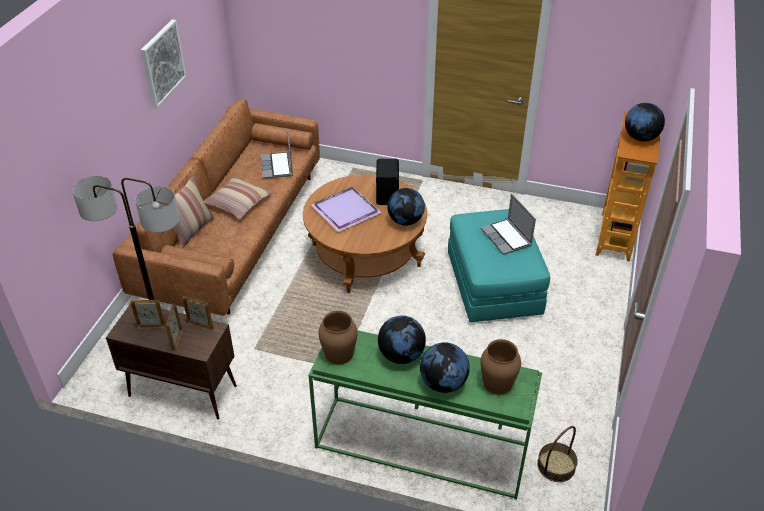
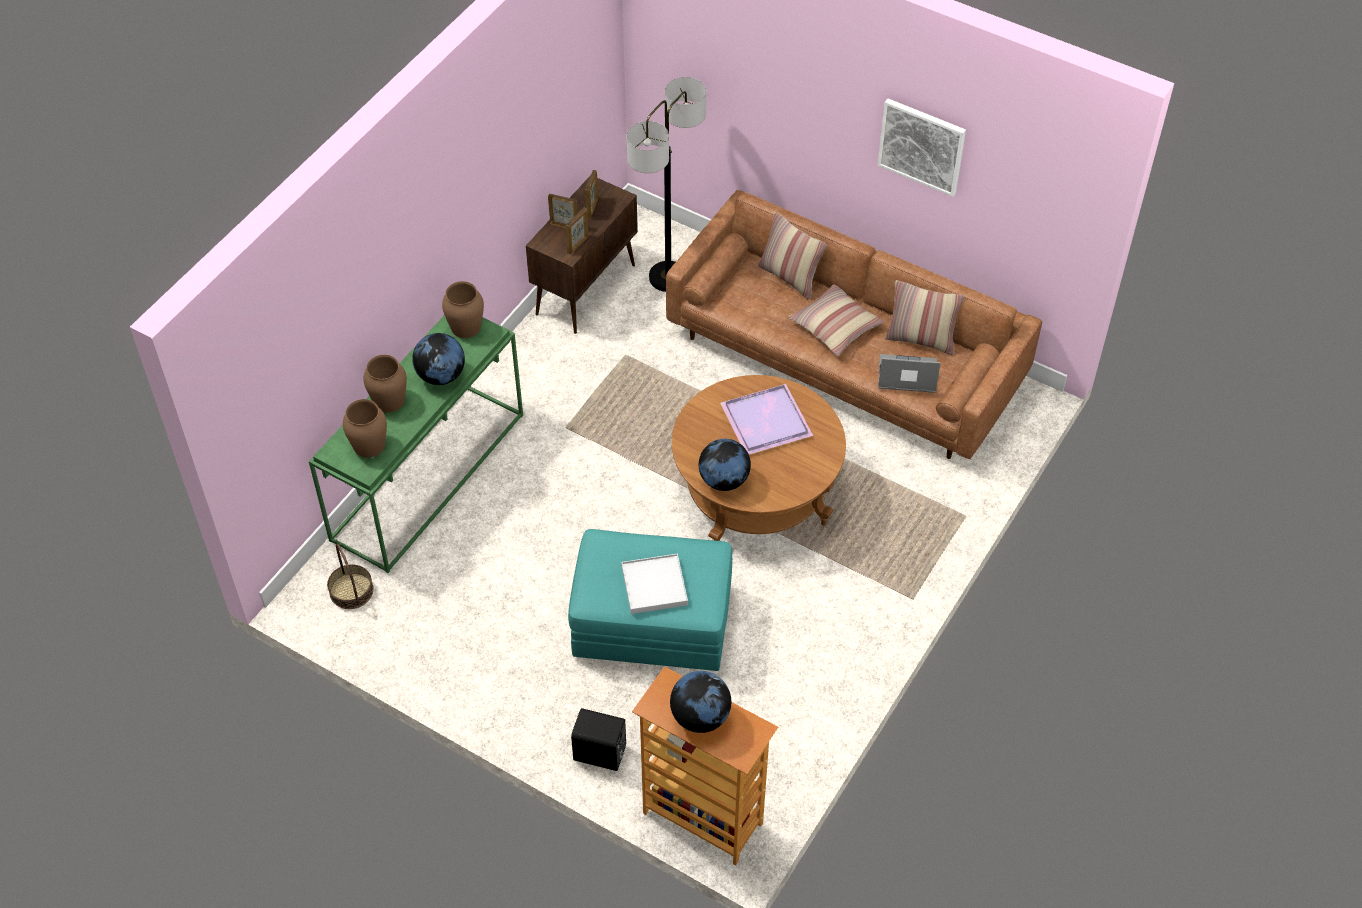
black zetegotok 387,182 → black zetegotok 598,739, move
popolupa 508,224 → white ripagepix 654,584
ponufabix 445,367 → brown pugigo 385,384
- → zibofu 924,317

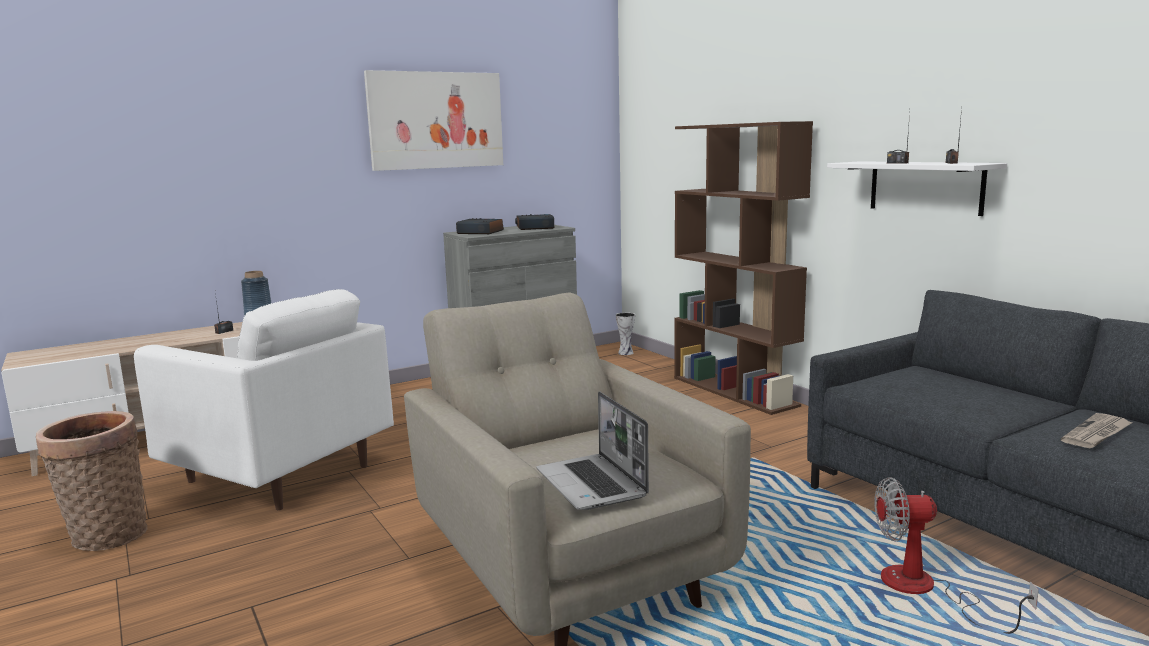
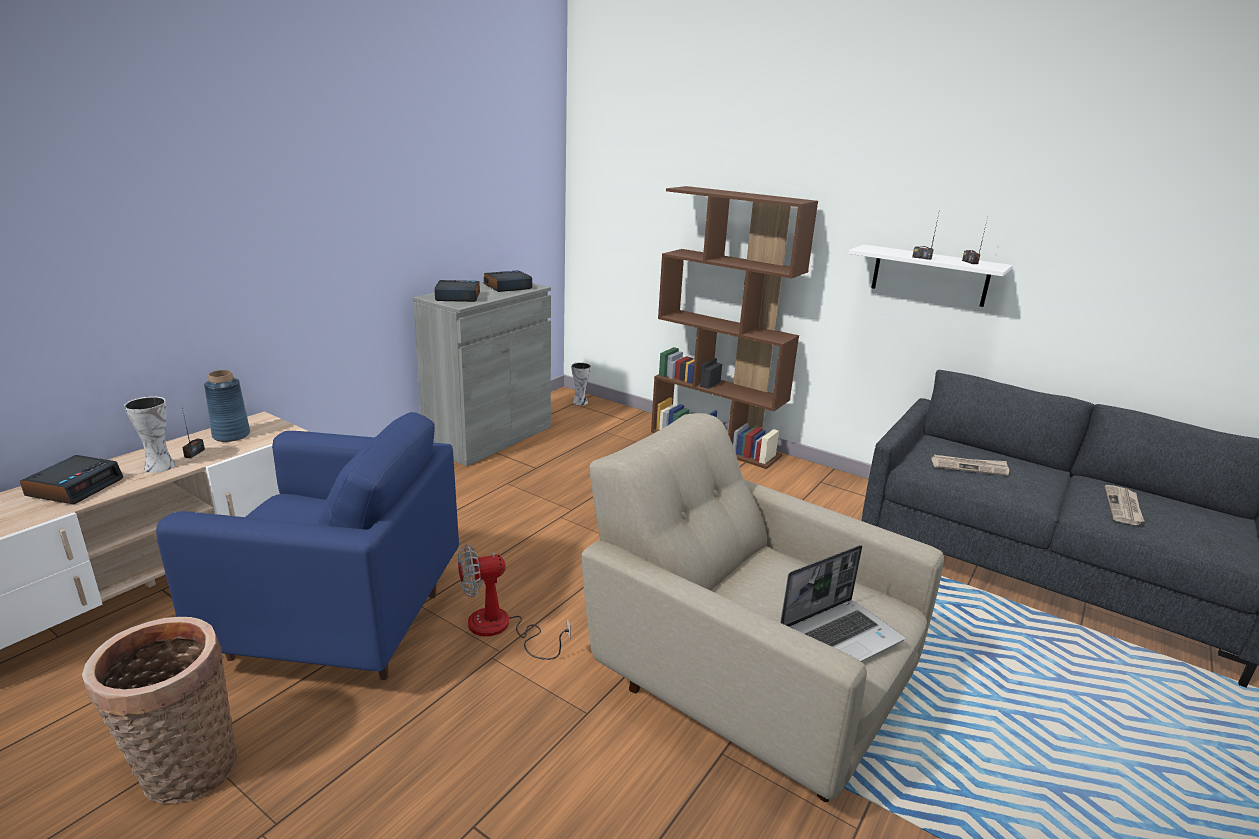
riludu 433,120 → -
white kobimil 264,399 → blue kobimil 307,546
popolupa 593,450 → popolupa 842,603, 75 degrees counterclockwise
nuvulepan 956,555 → nuvulepan 514,602, move
- → pugigo 149,434
- → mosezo 71,480
- → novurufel 970,465

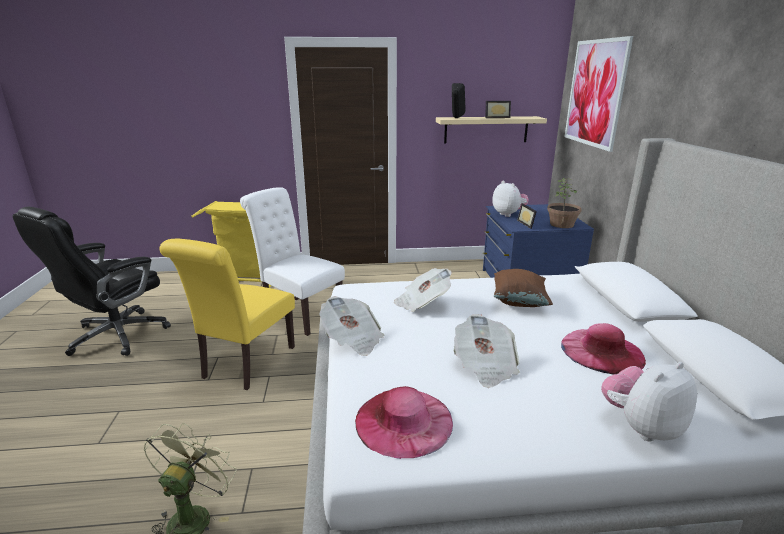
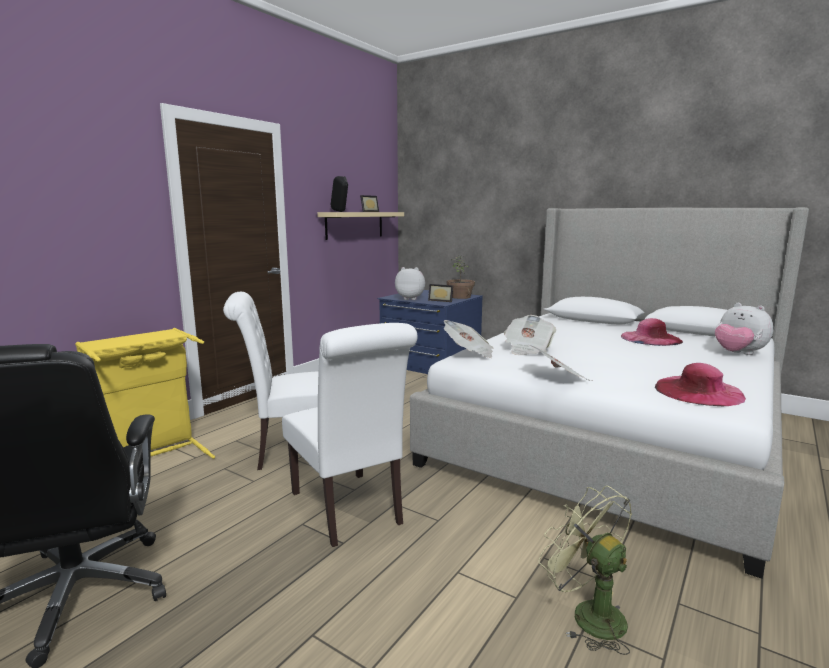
riludu 598,94 → -
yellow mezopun 227,314 → white mezopun 350,435
brown zibofu 523,288 → -
novurufel 486,351 → novurufel 469,339, move
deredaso 649,401 → deredaso 744,329, 45 degrees counterclockwise

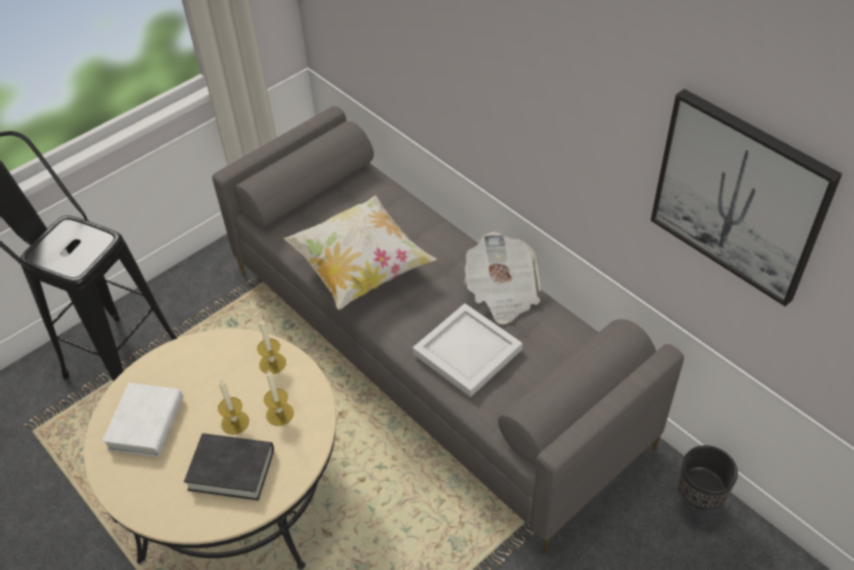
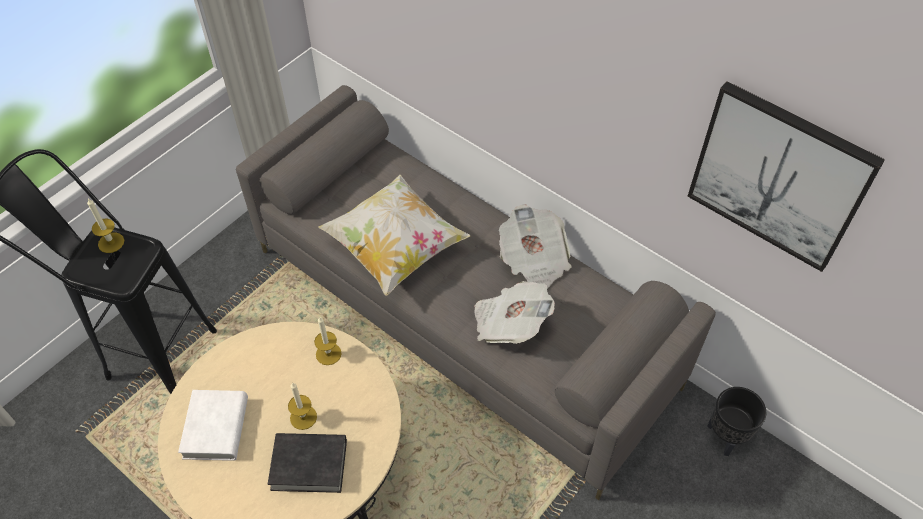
white ripagepix 468,350 → novurufel 514,312
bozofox 279,398 → bozofox 105,226, move

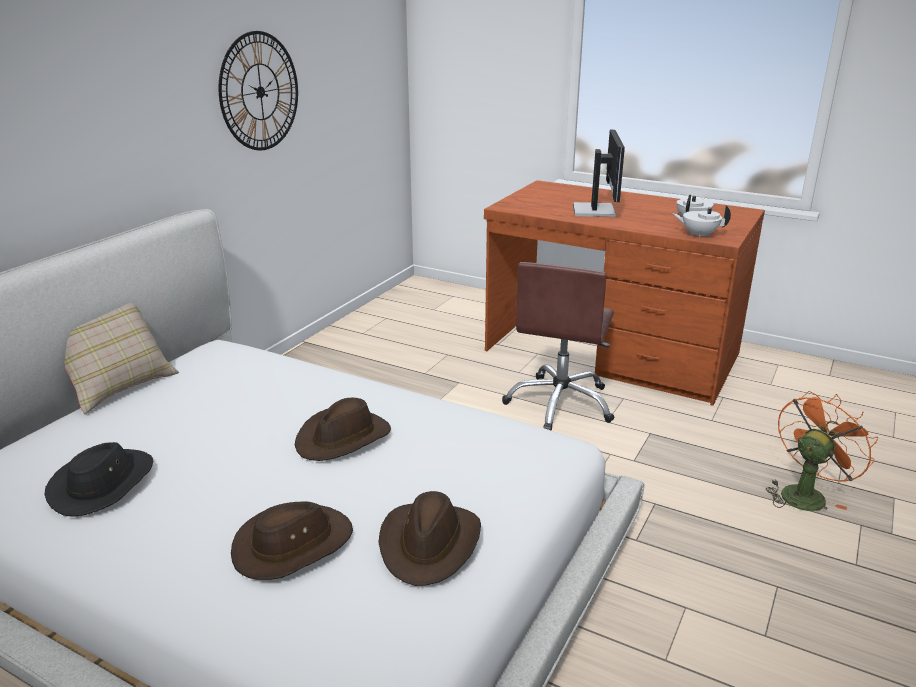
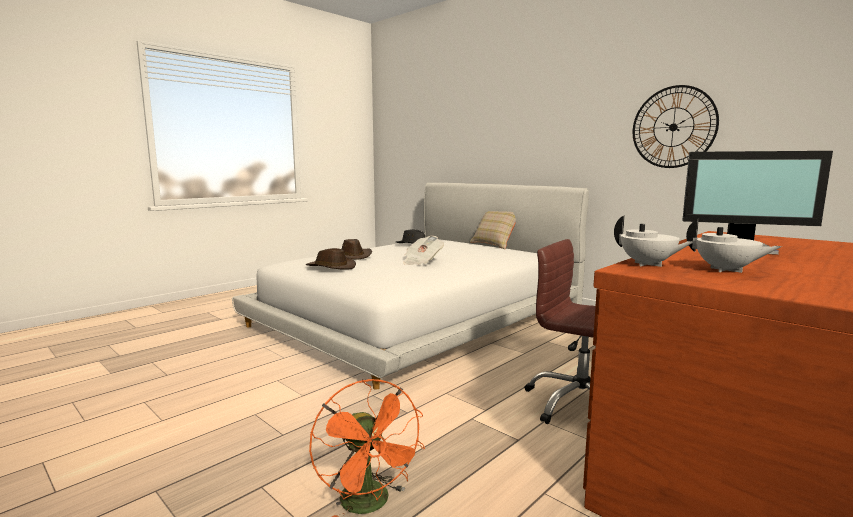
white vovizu 701,221 → white vovizu 653,241, 105 degrees clockwise
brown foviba 343,429 → novurufel 423,250

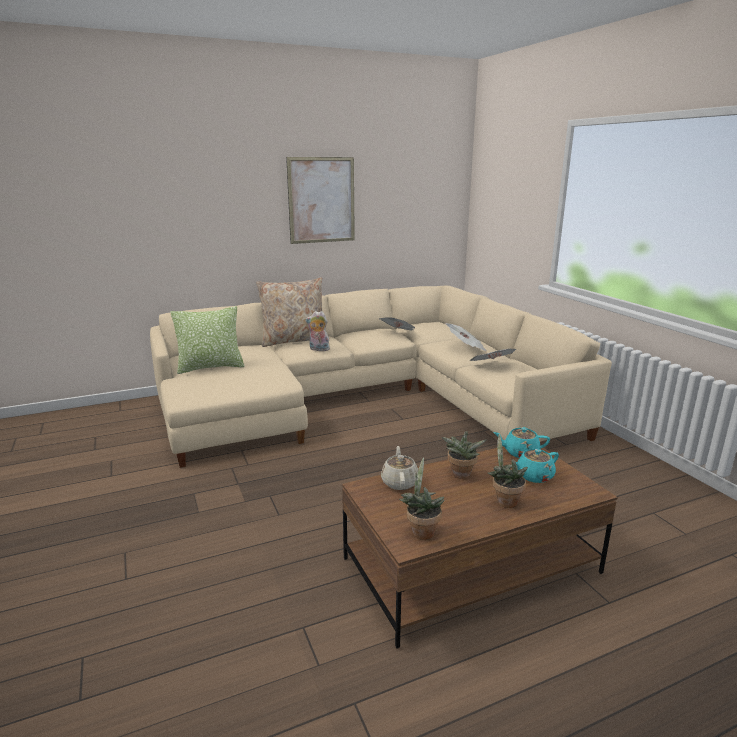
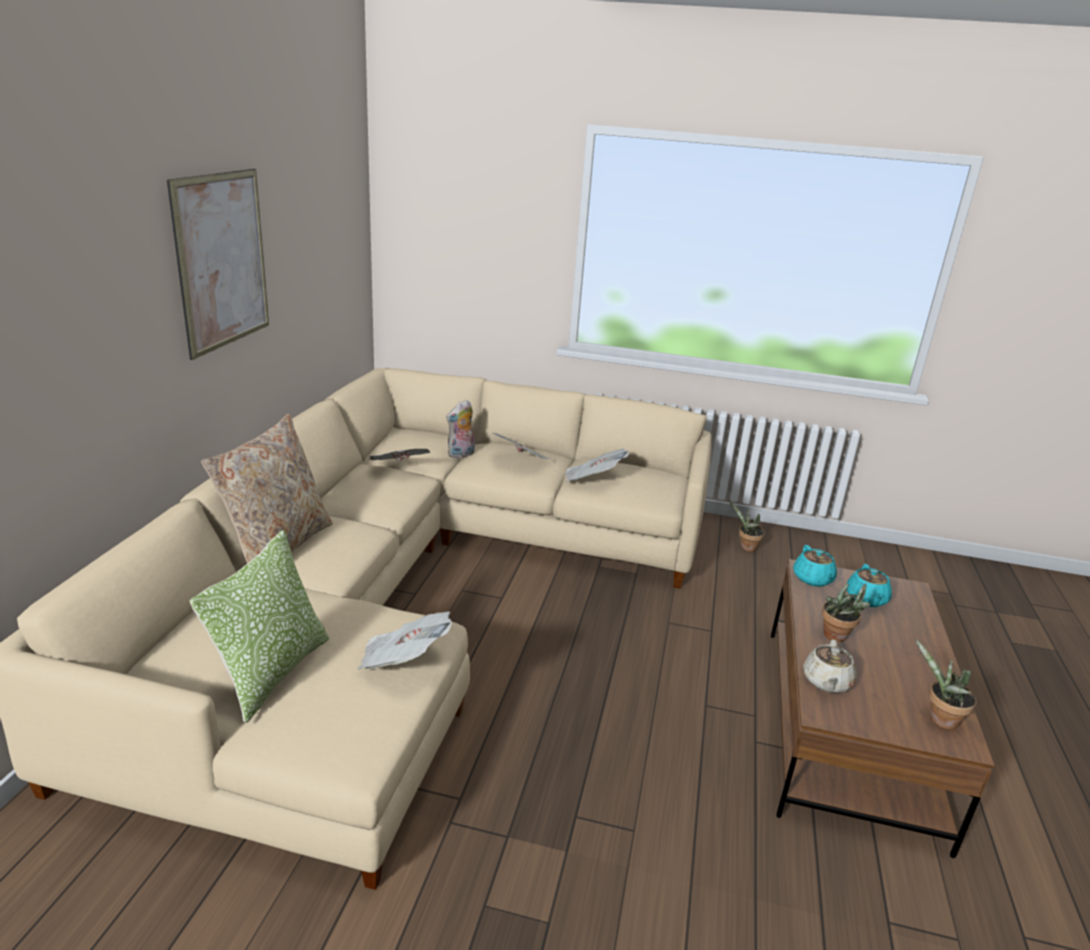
deredaso 317,331 → deredaso 460,428, move
turquoise vovizu 521,442 → turquoise vovizu 815,566, 45 degrees counterclockwise
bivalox 507,471 → bivalox 747,526, move
beige vovizu 399,468 → beige vovizu 830,666, 105 degrees counterclockwise
- → novurufel 404,640

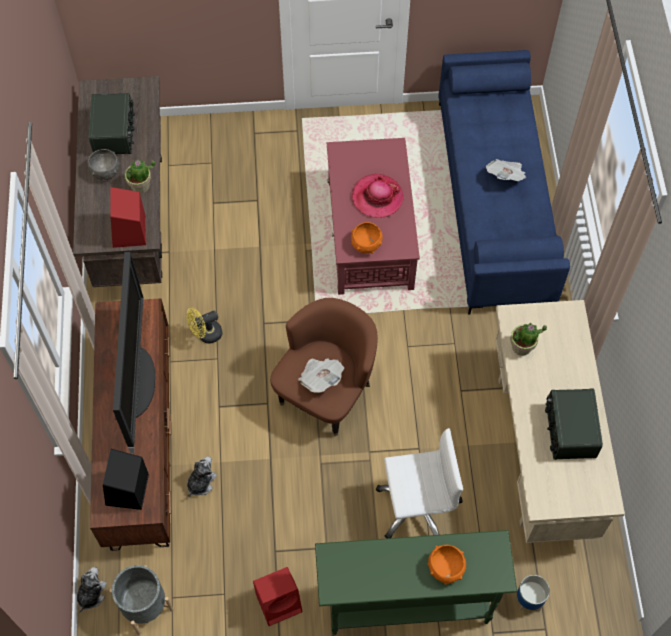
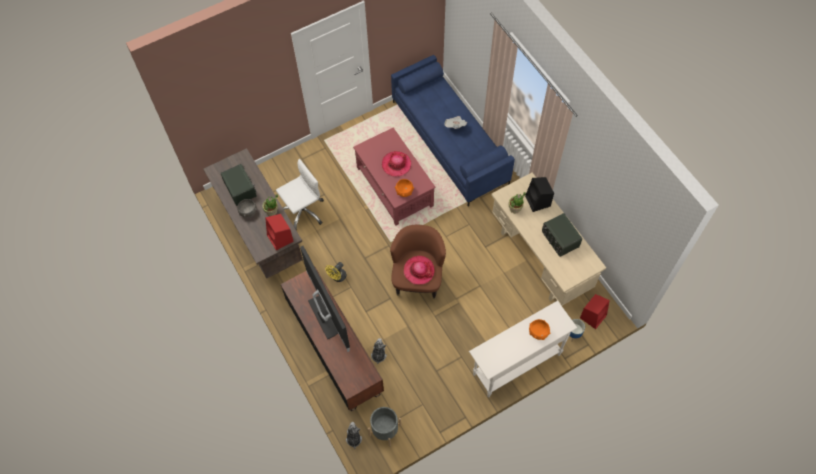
novurufel 321,375 → foviba 419,270
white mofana 419,483 → white mofana 300,195, move
black zetegotok 126,479 → black zetegotok 539,194, move
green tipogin 416,582 → white tipogin 523,349
red zetegotok 278,596 → red zetegotok 595,311, move

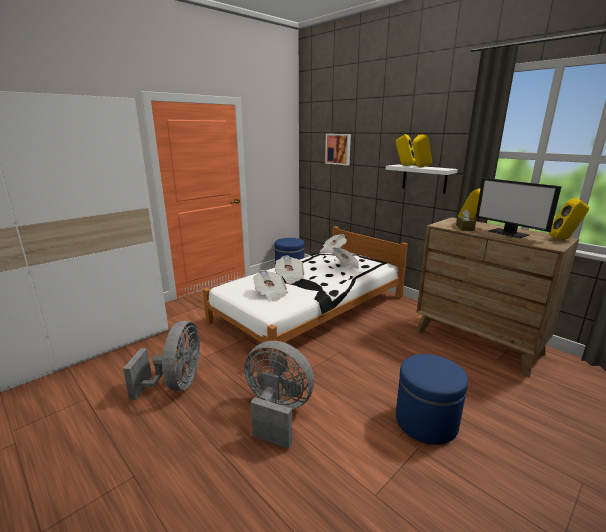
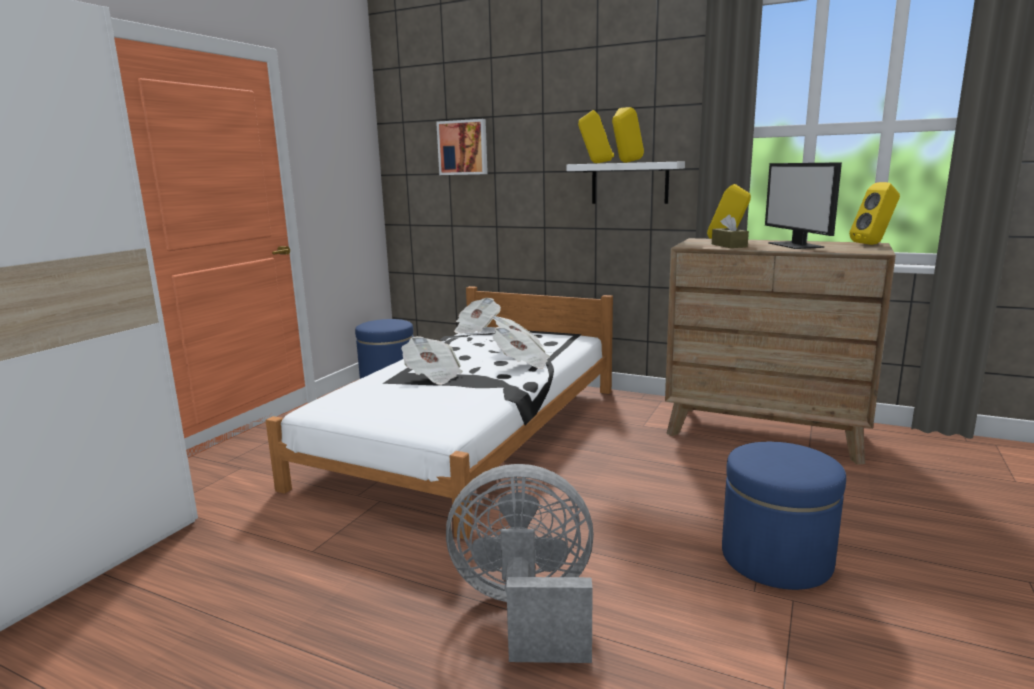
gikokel 519,208 → gikokel 803,205, 45 degrees clockwise
novurufel 270,285 → novurufel 521,348, move
grey nuvulepan 162,360 → -

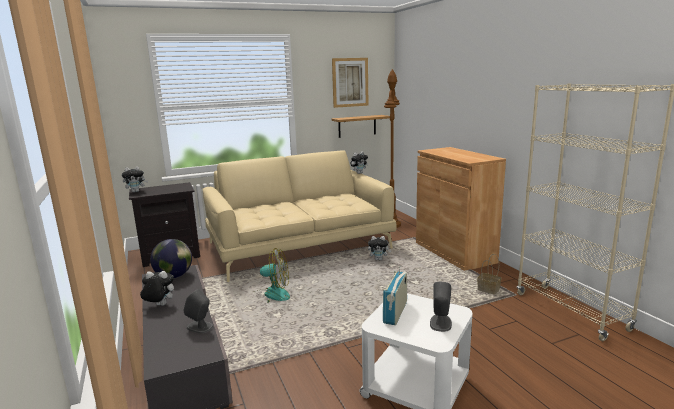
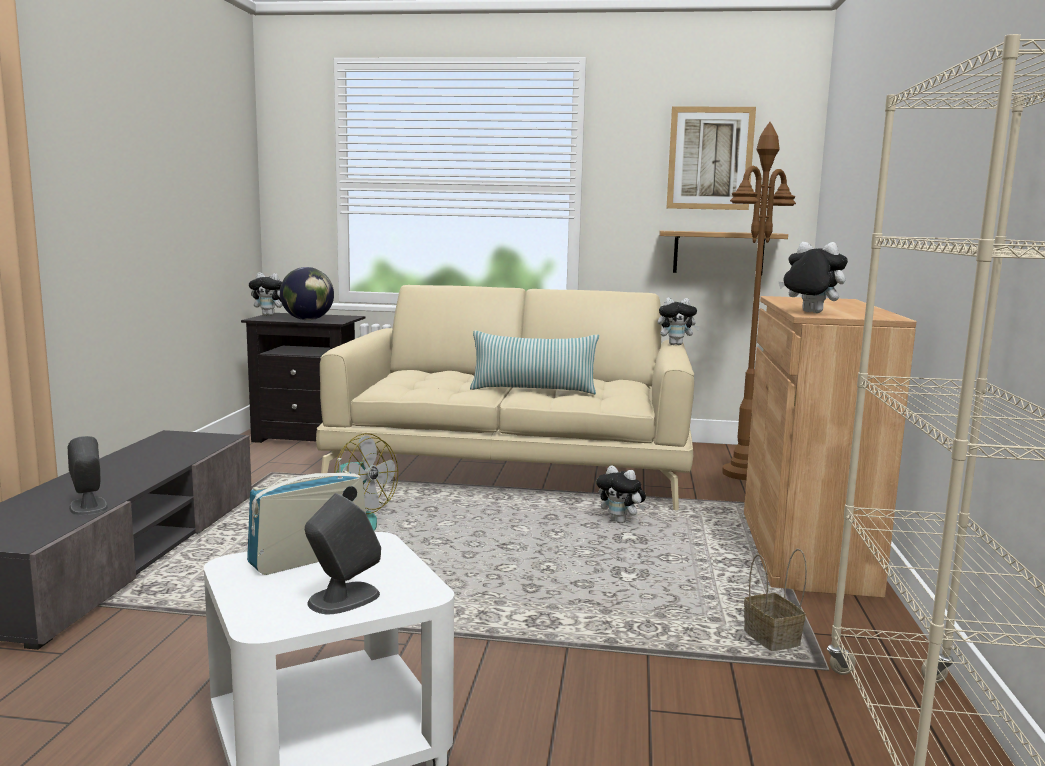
ponufabix 171,258 → ponufabix 307,293, move
deredaso 157,288 → deredaso 813,277, move
- → zibofu 534,362

